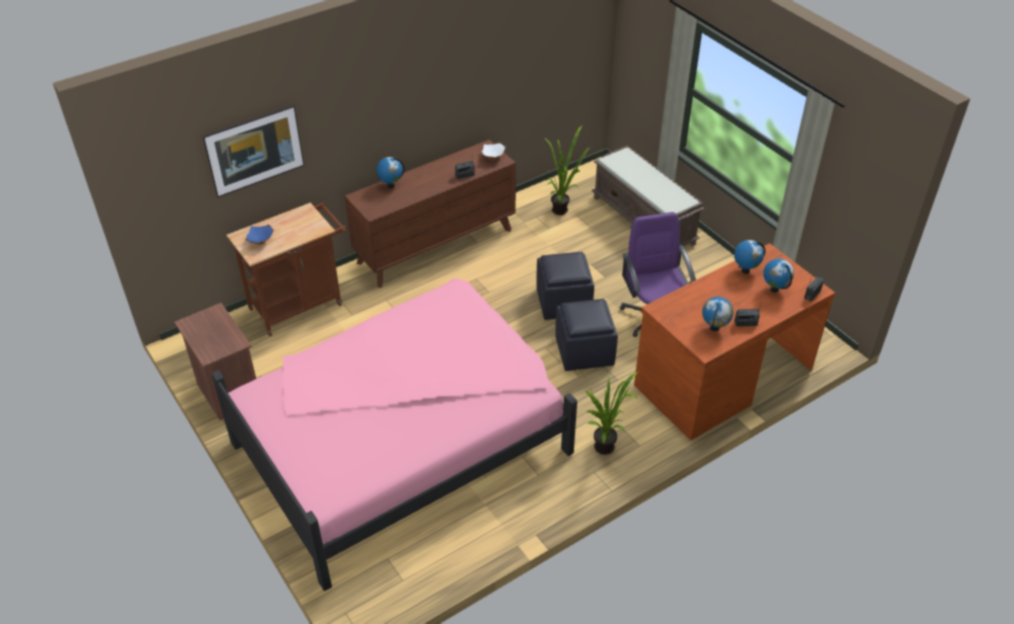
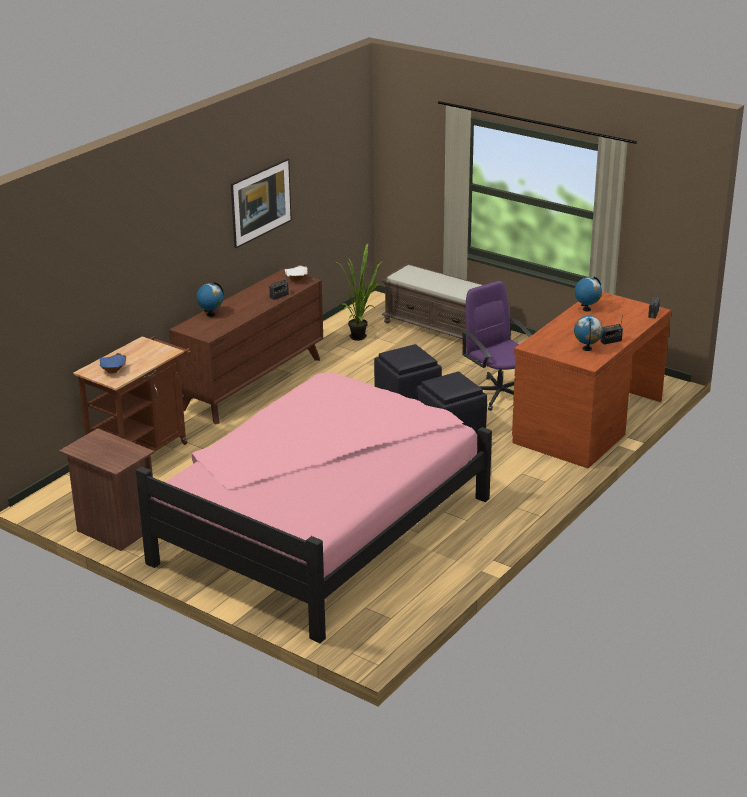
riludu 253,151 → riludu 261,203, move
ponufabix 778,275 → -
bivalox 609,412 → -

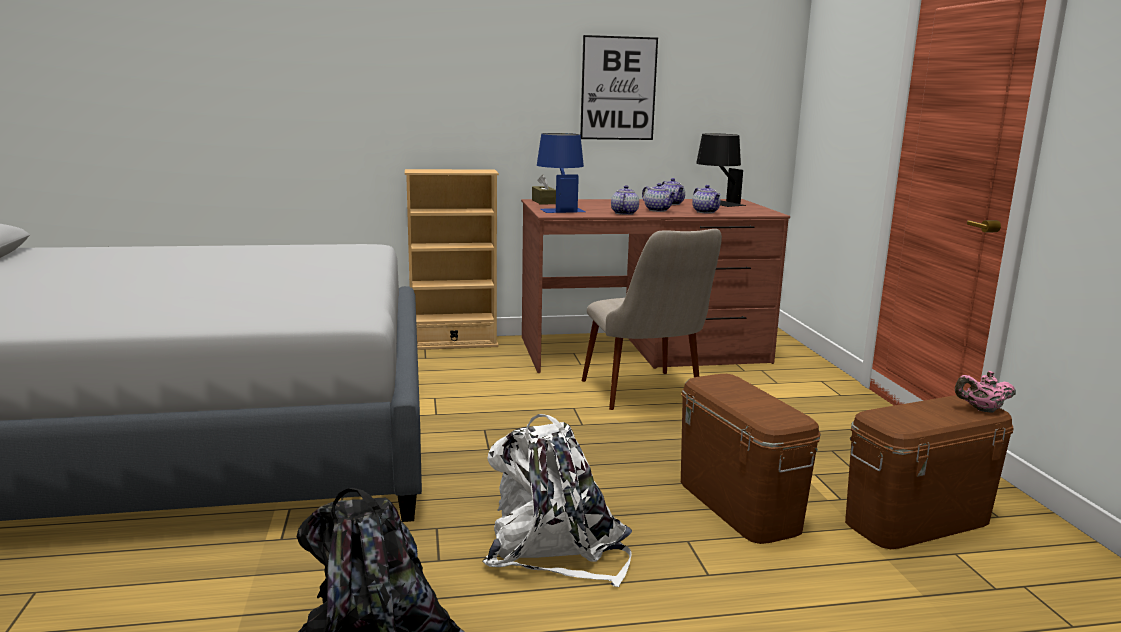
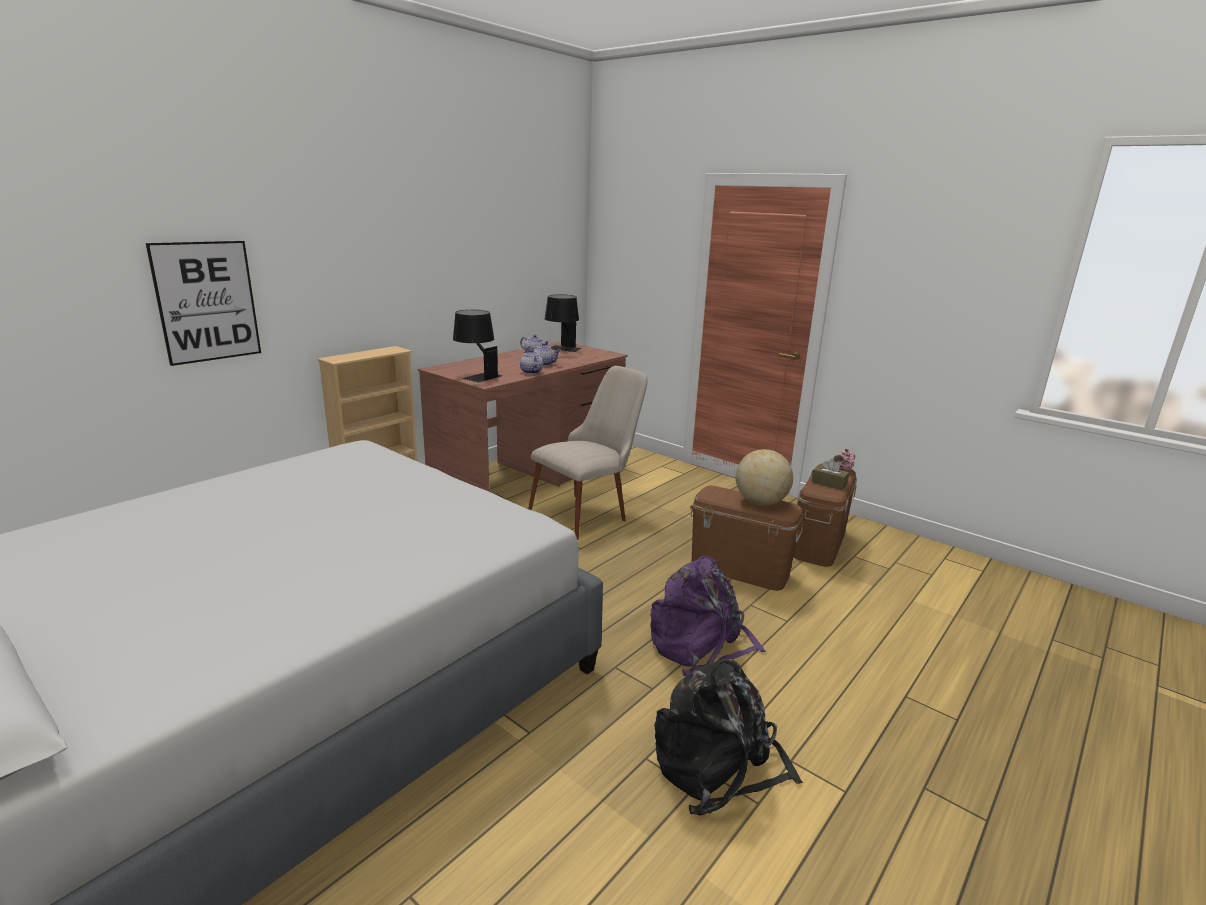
riludu 619,87 → riludu 203,303, move
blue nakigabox 561,173 → black nakigabox 478,346
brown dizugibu 544,190 → brown dizugibu 830,474, move
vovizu 706,199 → -
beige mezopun 652,319 → beige mezopun 587,453, 75 degrees counterclockwise
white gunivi 557,500 → purple gunivi 708,616
- → ponufabix 764,477

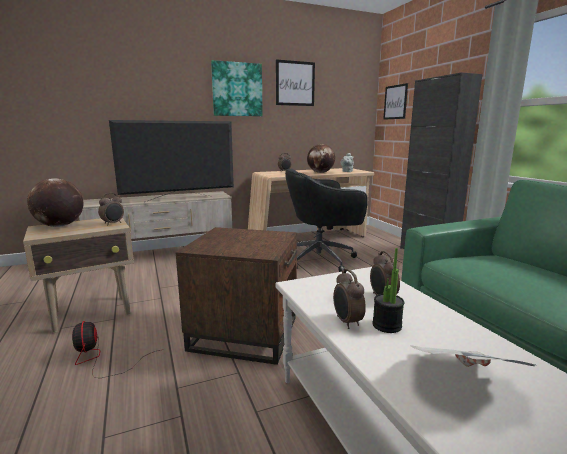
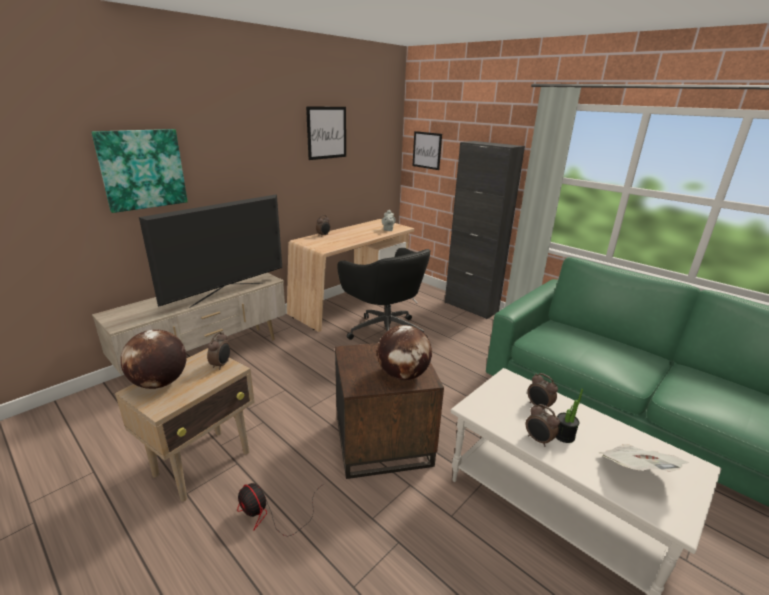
riludu 237,88 → riludu 139,171, move
ponufabix 321,158 → ponufabix 404,352, move
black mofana 326,220 → black mofana 384,294, 90 degrees counterclockwise

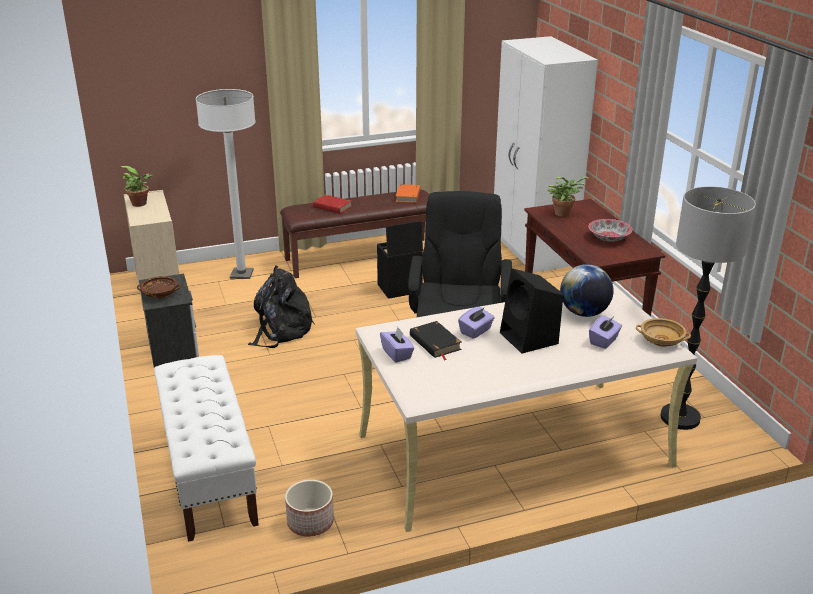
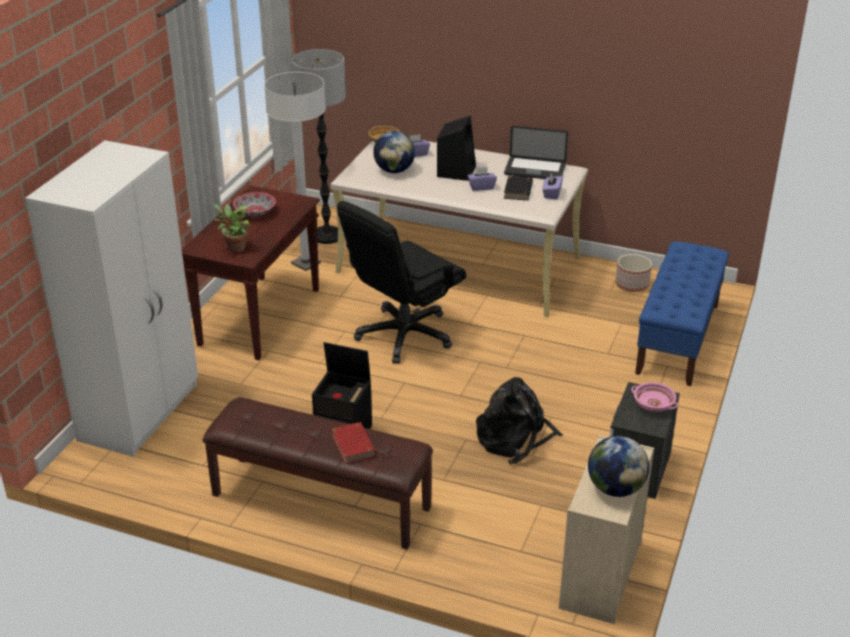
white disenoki 226,184 → white disenoki 295,171, move
bivalox 136,186 → ponufabix 618,466
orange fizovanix 408,193 → -
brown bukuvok 159,287 → pink bukuvok 654,397
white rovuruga 206,448 → blue rovuruga 682,314
- → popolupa 536,152

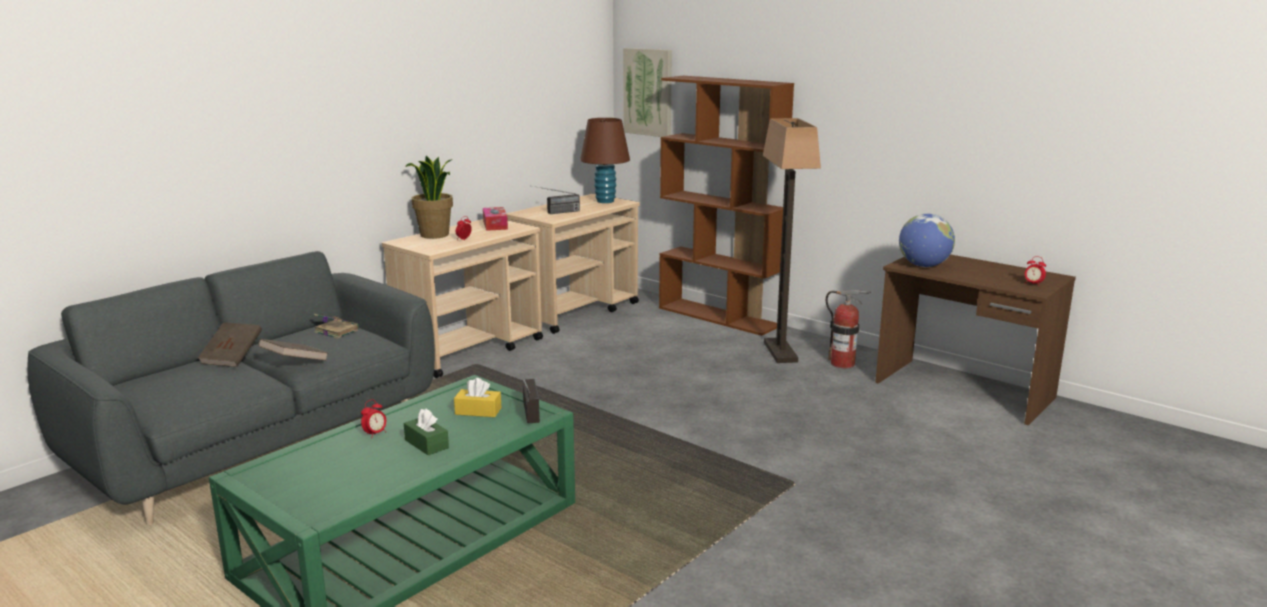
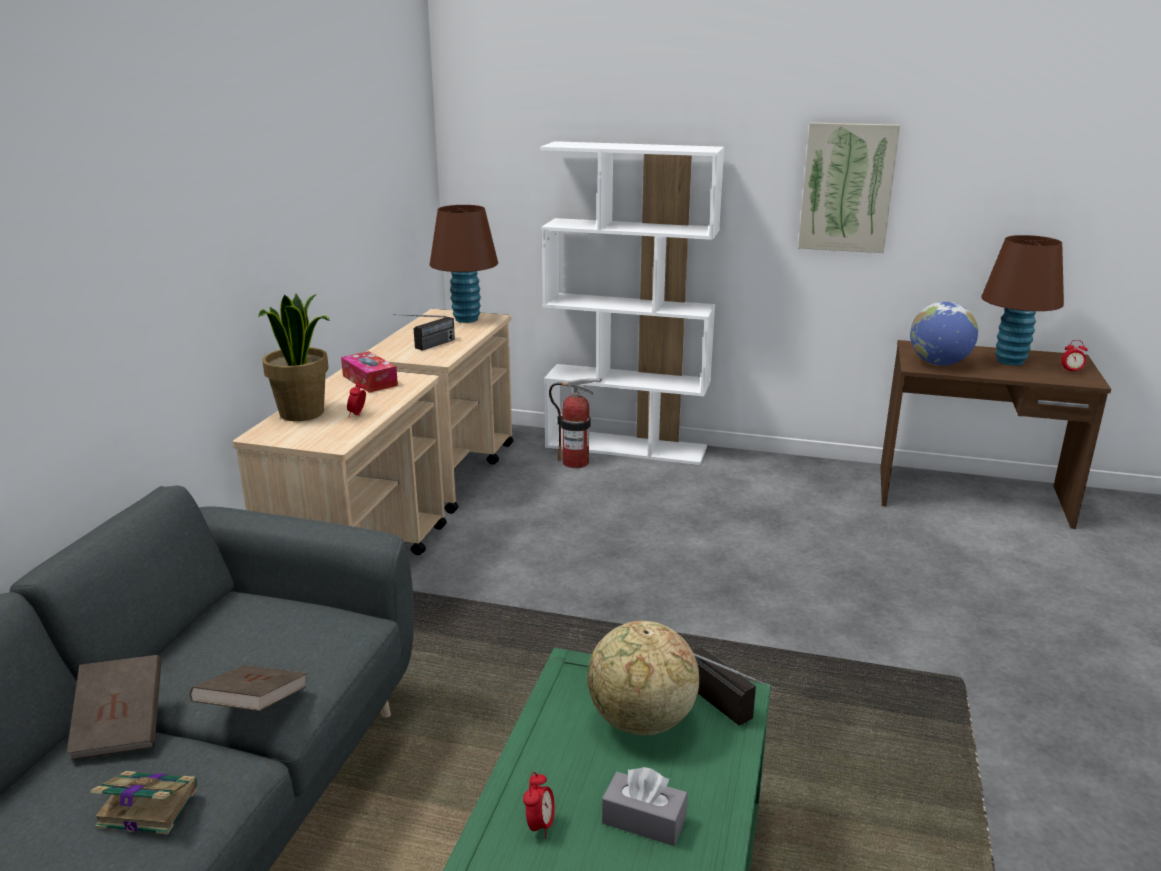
riludu 647,92 → riludu 849,187, move
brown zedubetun 726,206 → white zedubetun 632,303
disenoki 792,240 → -
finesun 848,329 → finesun 575,423, move
fizovanix 336,326 → fizovanix 143,802, move
yellow dizugibu 477,397 → ponufabix 643,678
green dizugibu 426,431 → grey dizugibu 645,806
- → brown nakigabox 1022,300

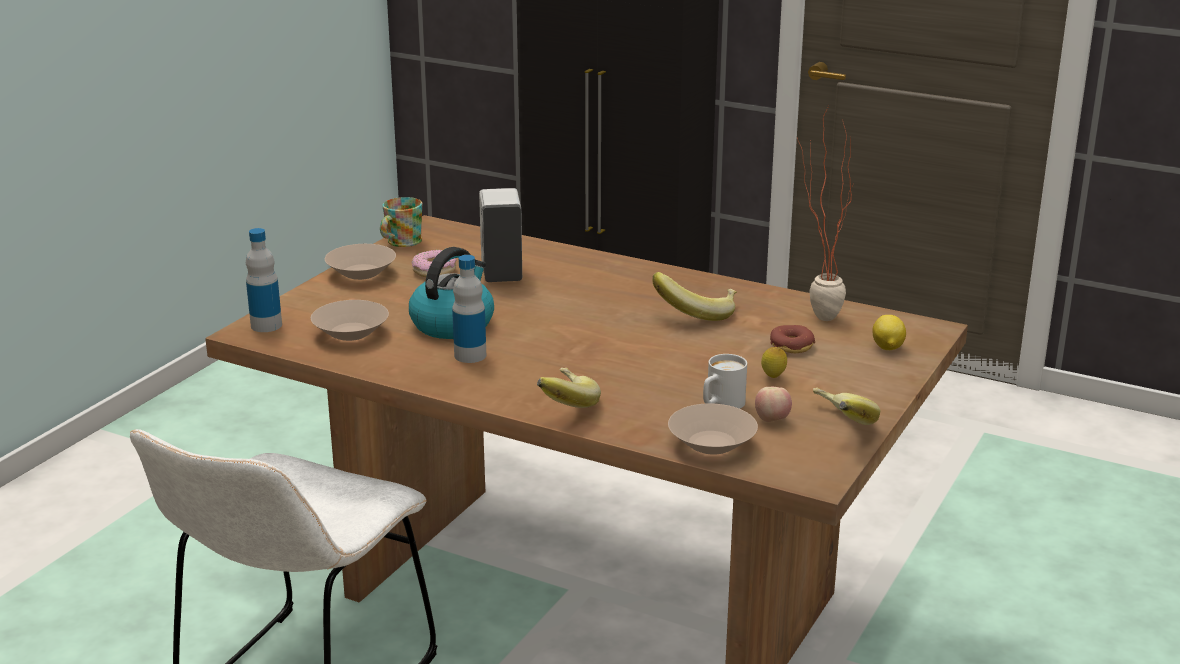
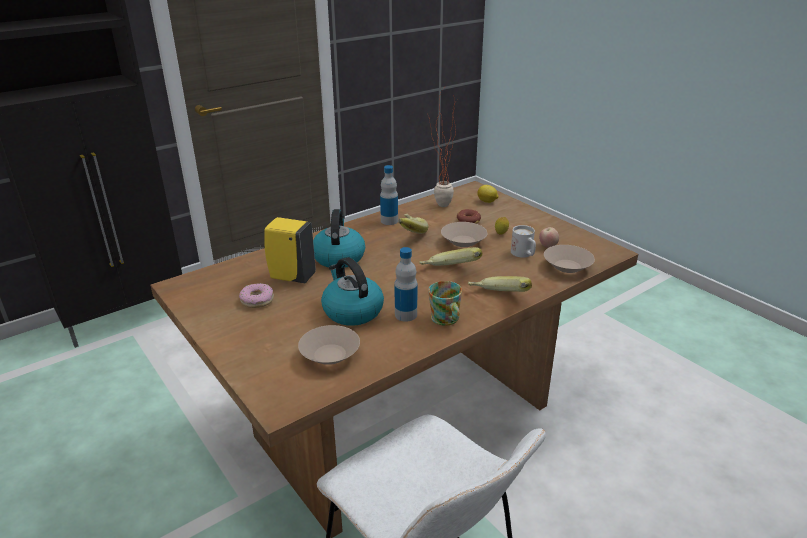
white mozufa 500,235 → yellow mozufa 290,250
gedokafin 401,222 → gedokafin 445,303, move
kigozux 264,280 → kigozux 389,195, move
beige bukuvok 360,262 → beige bukuvok 464,234, move
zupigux 846,406 → zupigux 450,256, move
- → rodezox 339,238

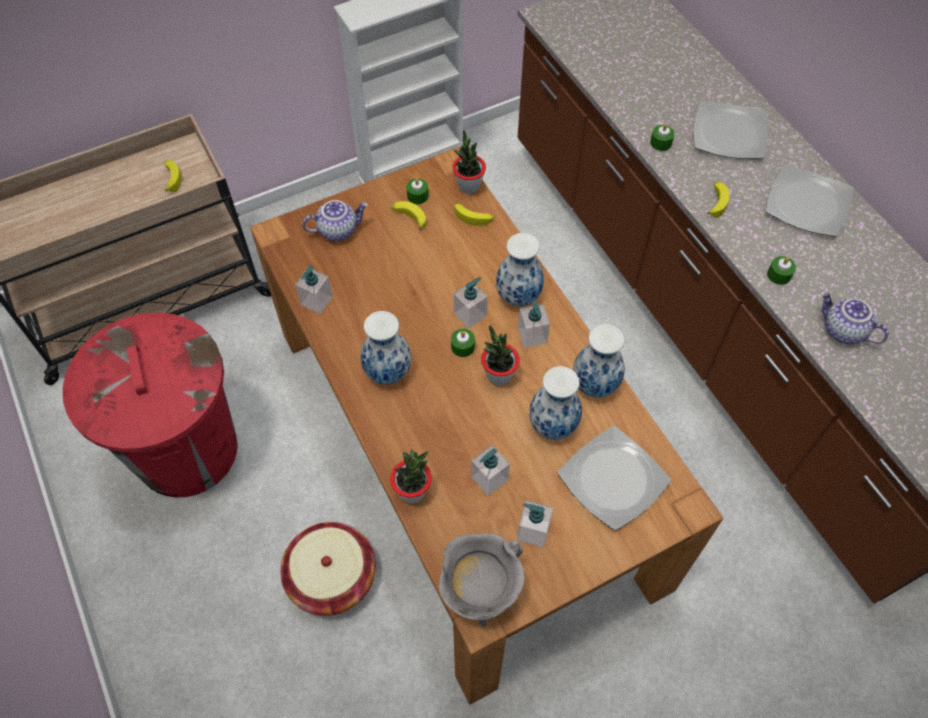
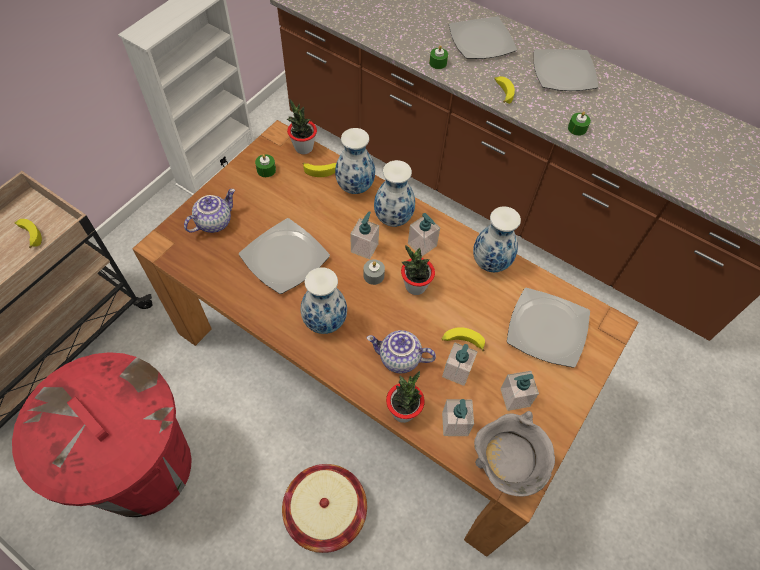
zupigux 408,215 → zupigux 463,339, move
mozufa 314,289 → mozufa 458,417, move
vovizu 855,317 → vovizu 401,351, move
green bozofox 463,343 → grey bozofox 374,272
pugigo 555,402 → pugigo 355,161, move
- → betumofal 284,256

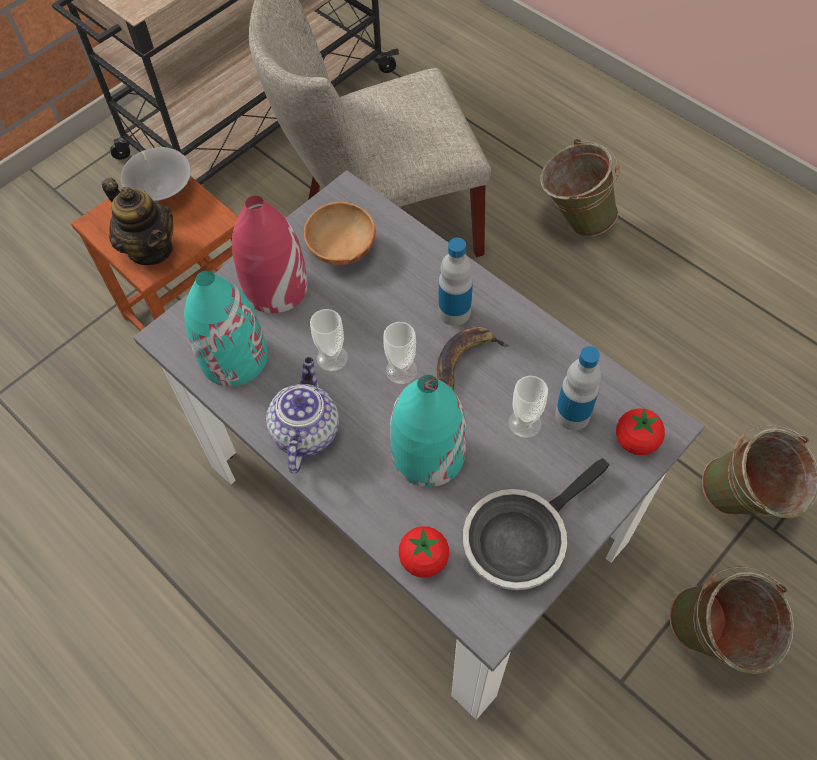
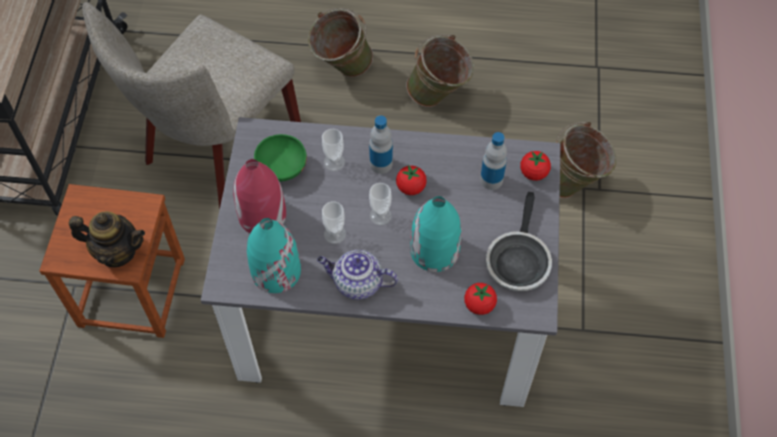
grey bukuvok 156,174 → -
brown bukuvok 340,233 → green bukuvok 280,157
zupigux 473,358 → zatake 411,180
vovizu 302,415 → vovizu 357,275, 45 degrees counterclockwise
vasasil 528,407 → vasasil 333,150, move
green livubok 731,620 → green livubok 440,70, move

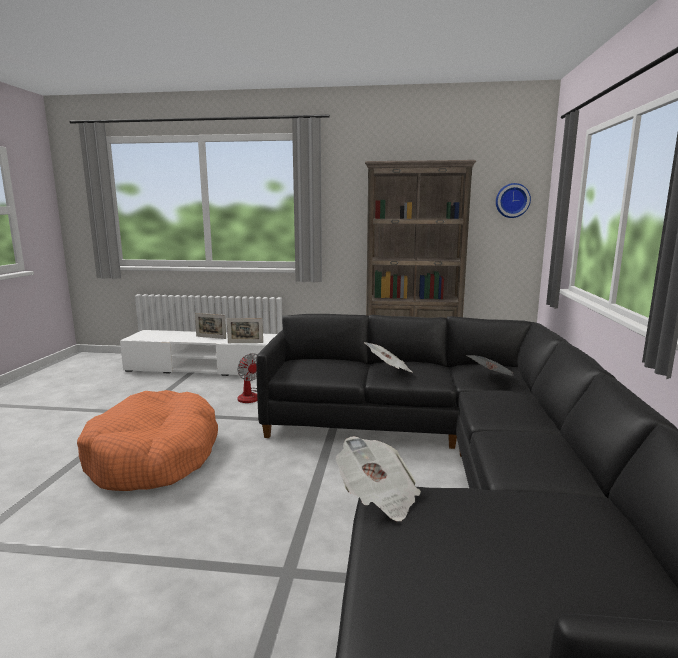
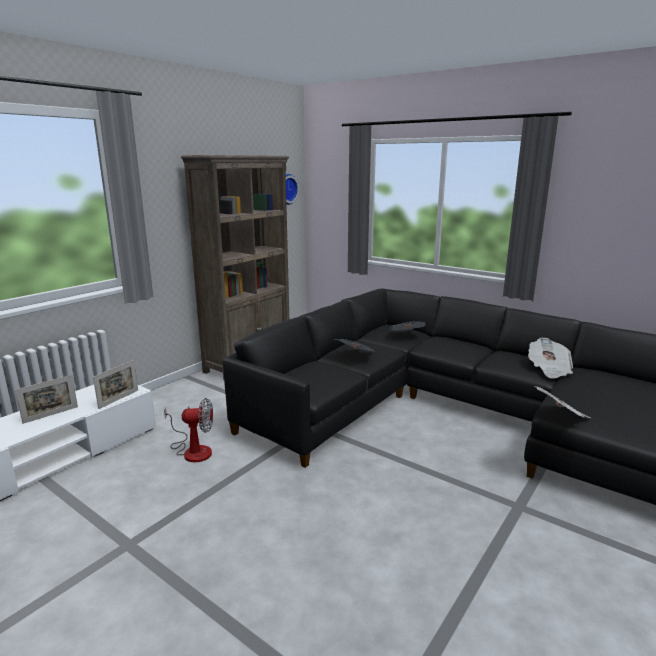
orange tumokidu 147,440 → -
- → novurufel 550,358

